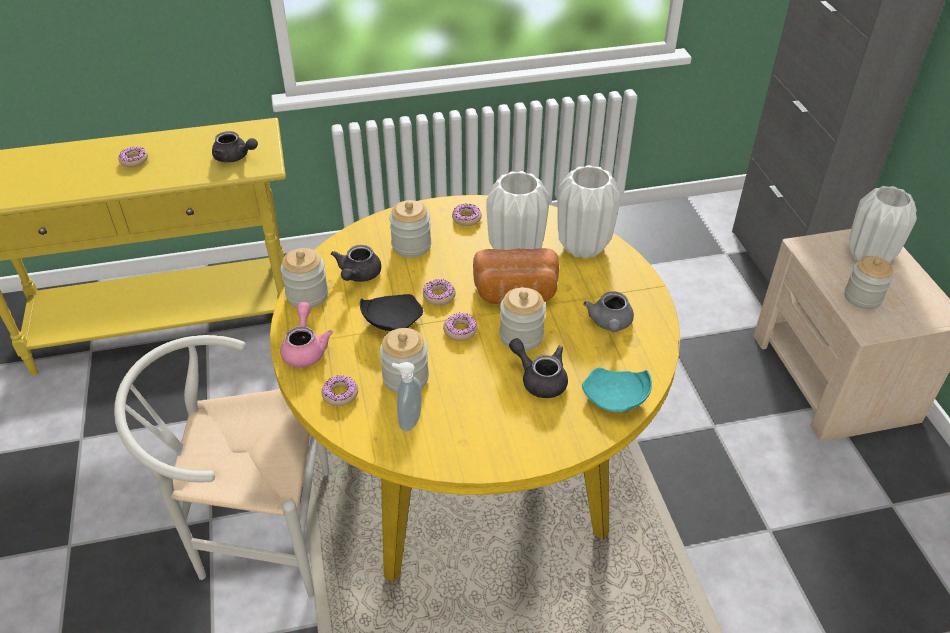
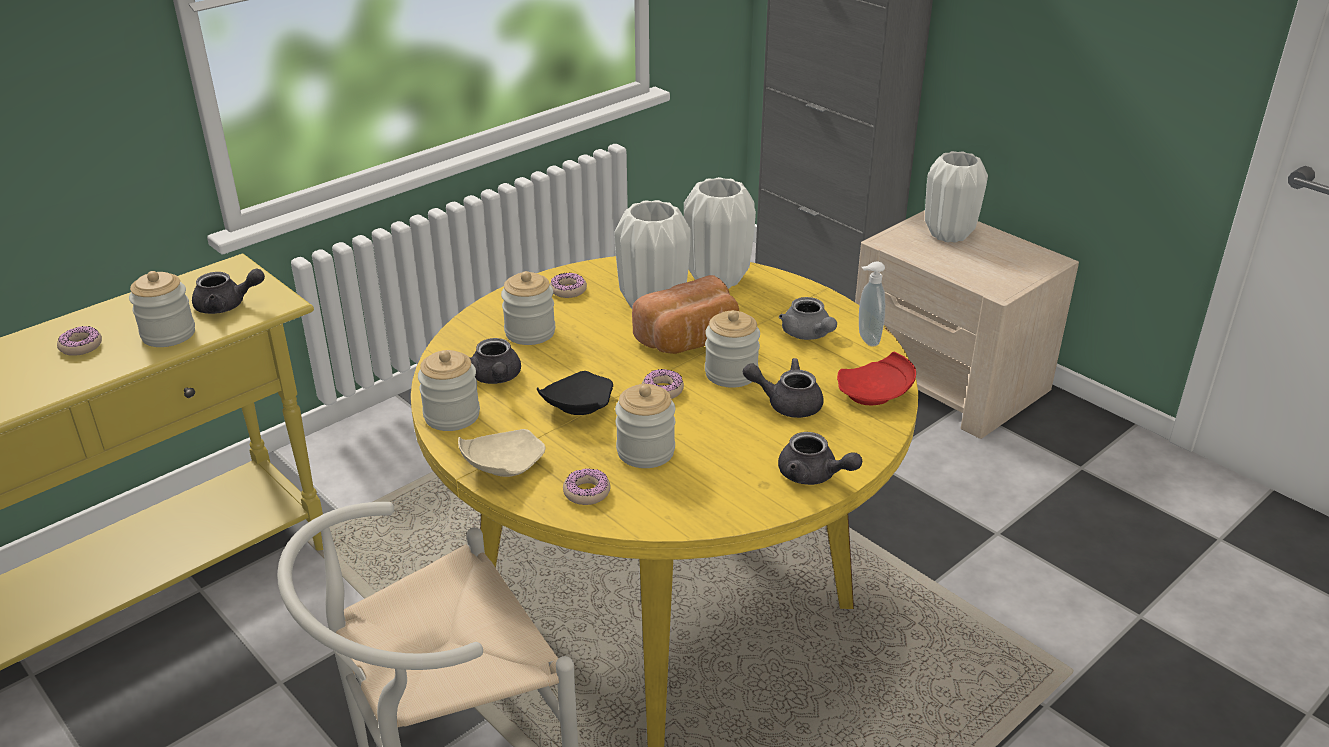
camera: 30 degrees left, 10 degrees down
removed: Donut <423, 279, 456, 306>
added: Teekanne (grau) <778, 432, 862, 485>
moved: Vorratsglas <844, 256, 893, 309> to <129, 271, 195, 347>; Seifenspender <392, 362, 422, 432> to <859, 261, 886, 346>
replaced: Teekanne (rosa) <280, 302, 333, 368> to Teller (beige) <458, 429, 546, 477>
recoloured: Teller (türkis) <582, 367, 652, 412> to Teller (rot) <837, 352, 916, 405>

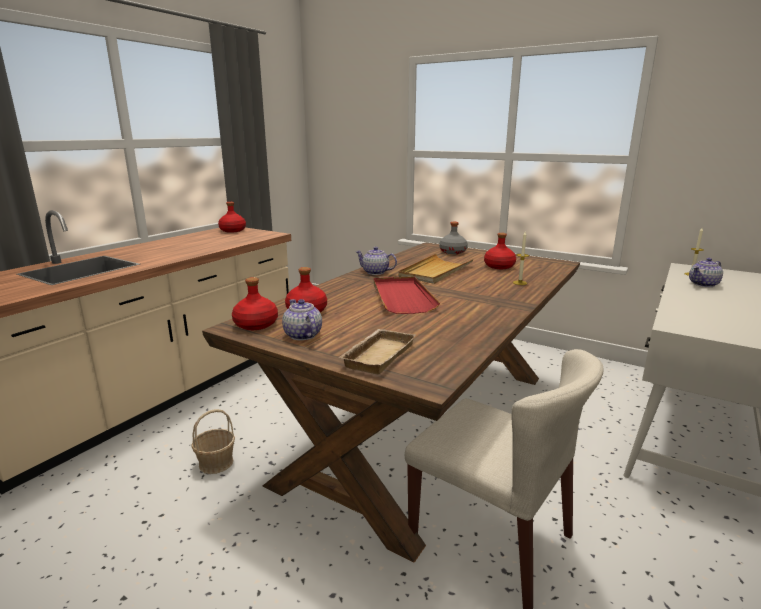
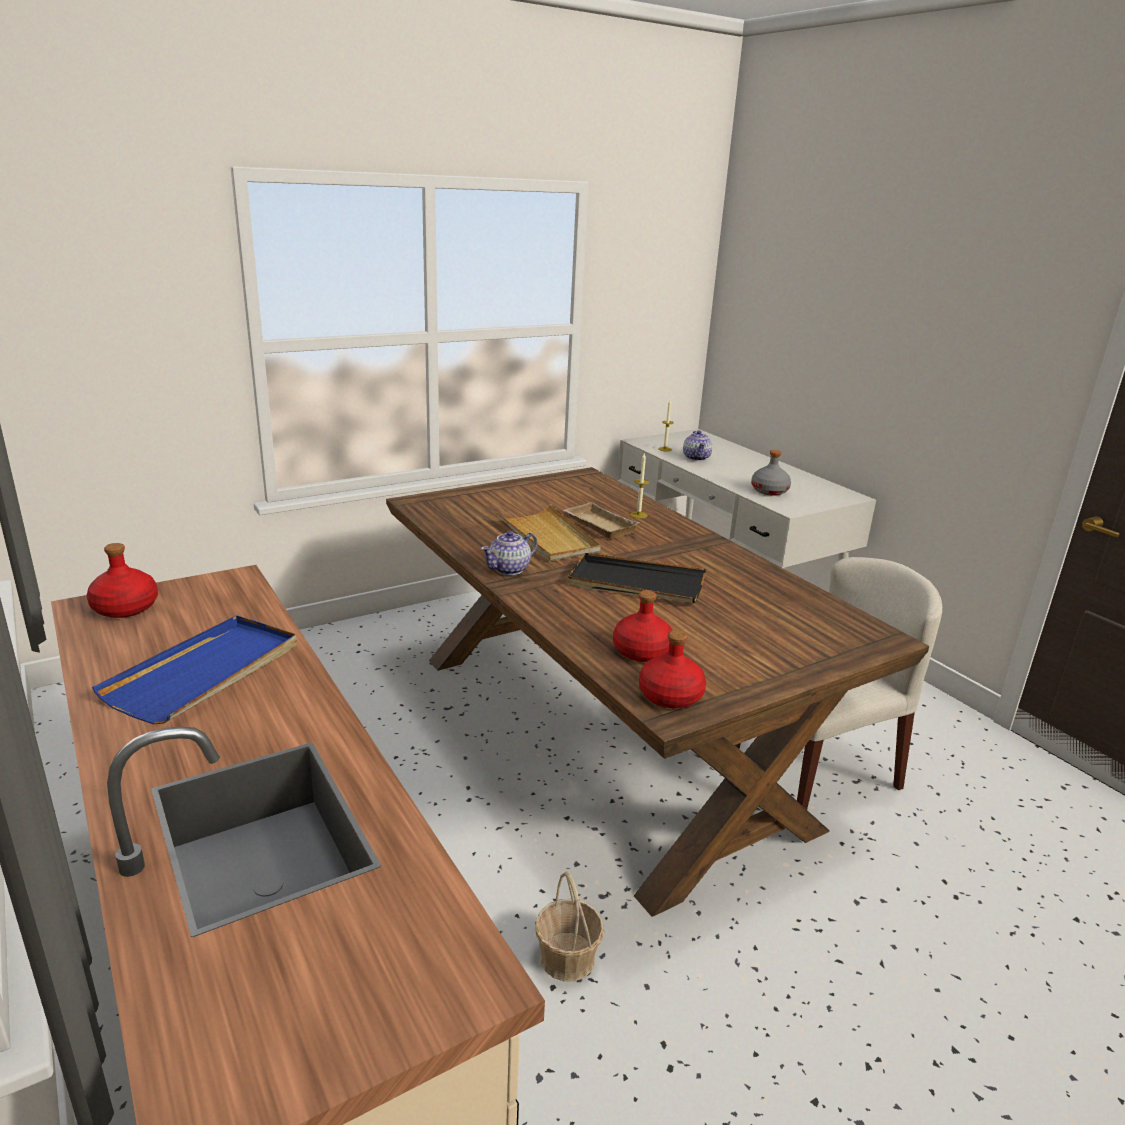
camera: 65 degrees left, 5 degrees up
removed: Teekanne <282, 299, 322, 340>; Flasche (rot) <484, 233, 516, 269>
added: Tablett (blau) <92, 615, 297, 724>
moved: Tablett (beige) <338, 329, 415, 374> to <563, 502, 639, 539>; Flasche (grau) <439, 222, 468, 254> to <751, 450, 791, 496>
recoloured: Tablett (rot) <374, 276, 440, 314> to Tablett (schwarz) <568, 553, 706, 603>

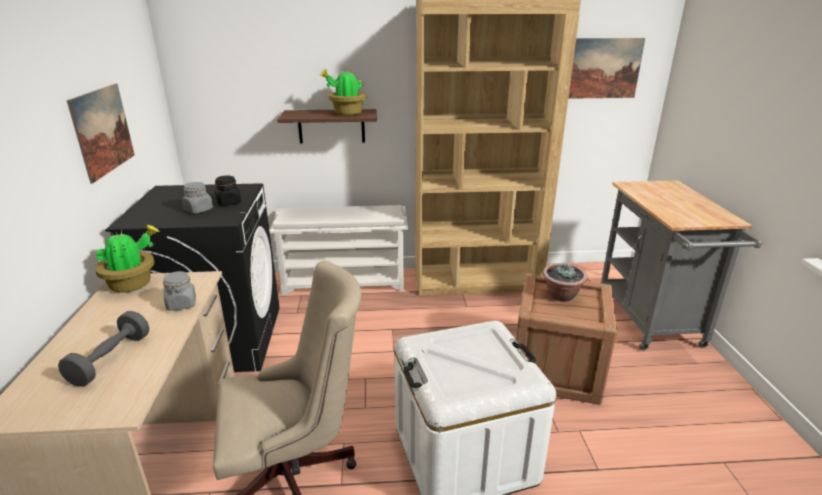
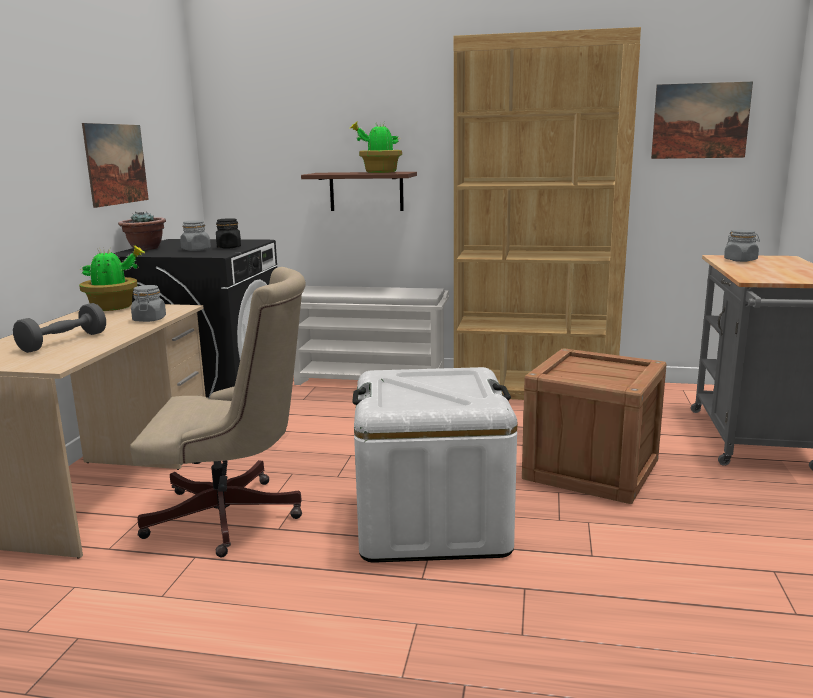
camera: 15 degrees right, 10 degrees down
added: Vorratsglas (grau) <724, 230, 760, 262>
moved: Topfpflanze <543, 263, 587, 302> to <118, 211, 166, 250>

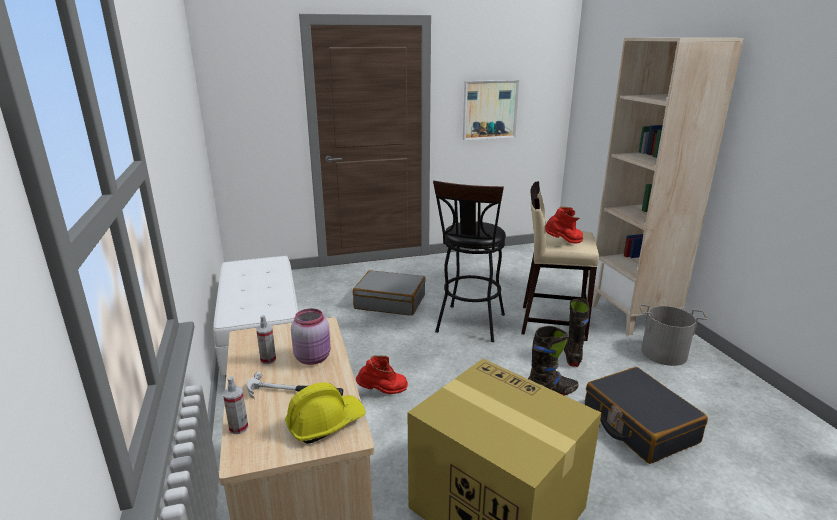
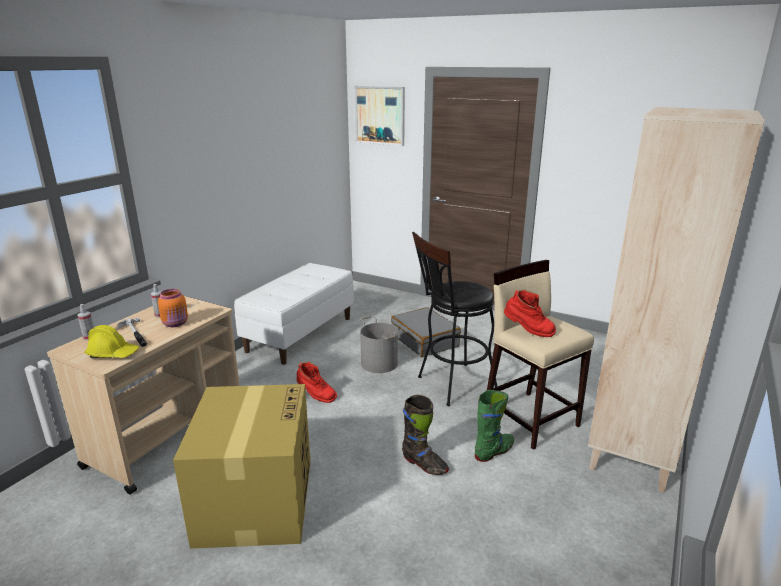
camera: 45 degrees right, 0 degrees up
removed: Koffer (schwarz) <585, 367, 708, 464>
moved: Bild <463, 80, 519, 140> to <354, 86, 405, 146>; Eimer (grau) <639, 304, 708, 366> to <360, 316, 399, 373>
recoloured: Vorratsglas (rosa) <291, 309, 331, 365> to Vorratsglas (orange) <158, 289, 188, 327>; Stiefel (schwarz) <564, 298, 590, 367> to Stiefel (grün) <475, 390, 514, 462>

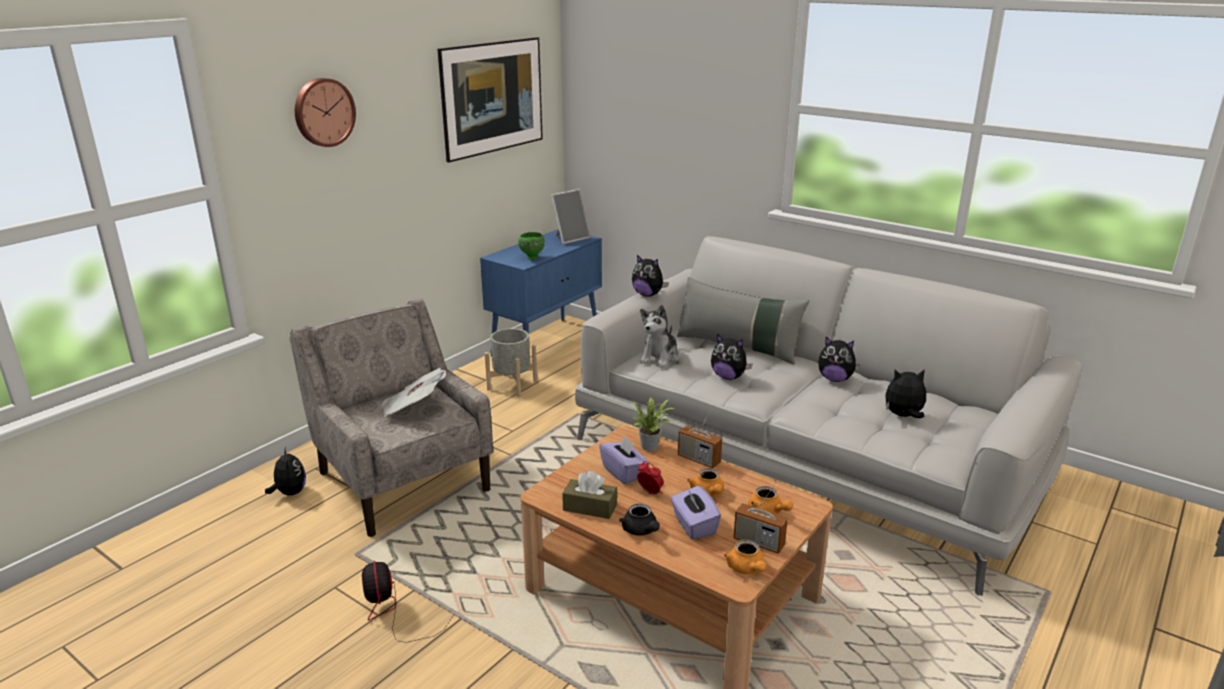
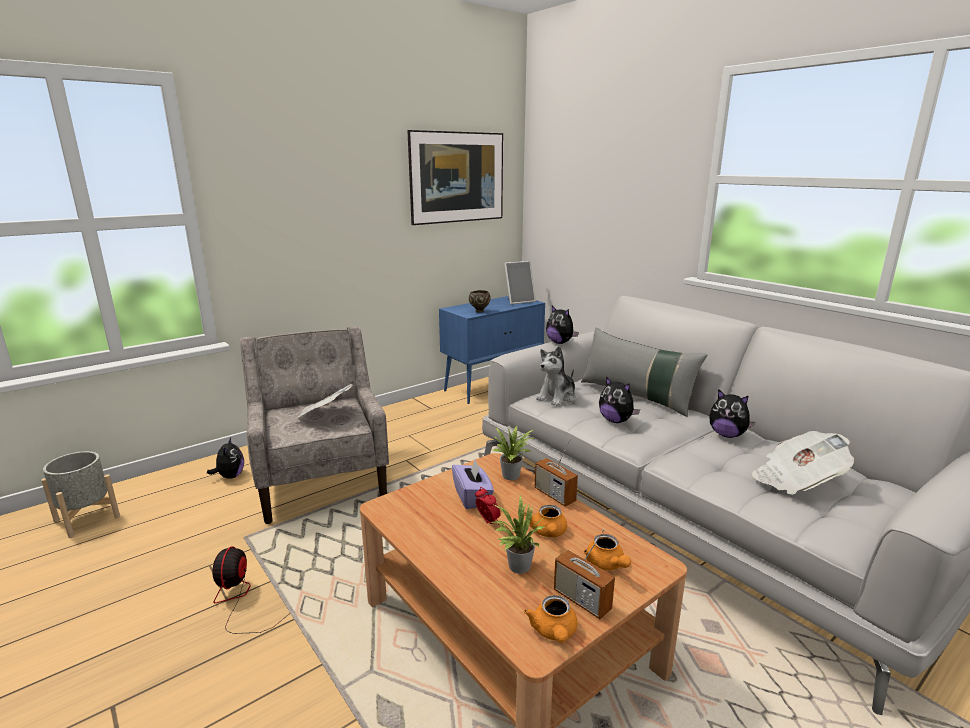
camera: 15 degrees right, 5 degrees down
removed: Wanduhr <295, 78, 356, 147>; Taschentuchbox (braun) <562, 471, 617, 519>; Teekanne (schwarz) <619, 504, 660, 536>
moved: Pflanzkübel (grau) <485, 328, 537, 397> to <41, 451, 120, 538>
replaced: Taschentuchbox (lila) <671, 486, 721, 539> to Topfpflanze <491, 495, 545, 574>; Plüschtier <885, 369, 926, 418> to Zeitung <752, 431, 854, 495>
recoloured: Schüssel (grün) <518, 232, 545, 260> to Schüssel (braun) <469, 290, 491, 313>

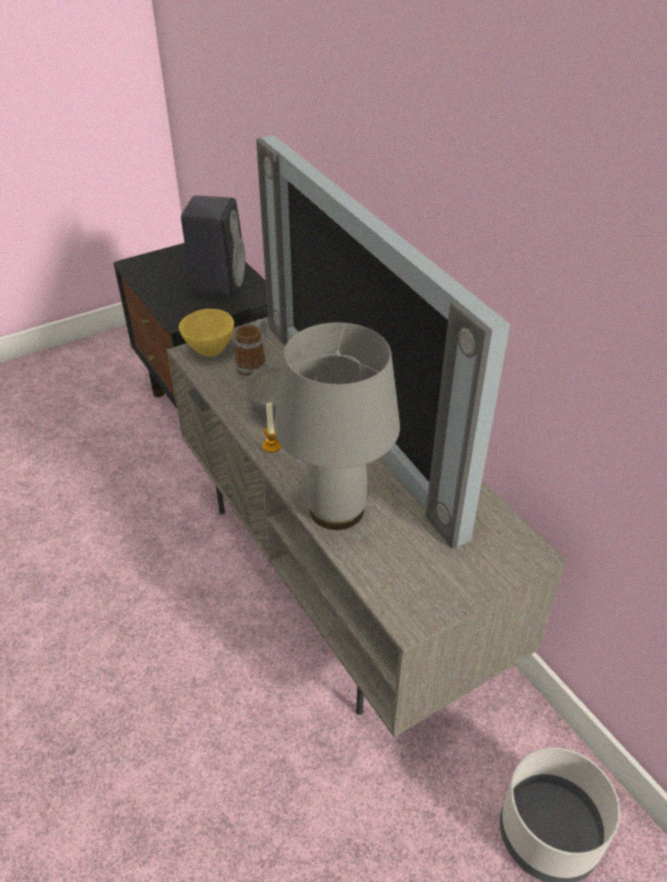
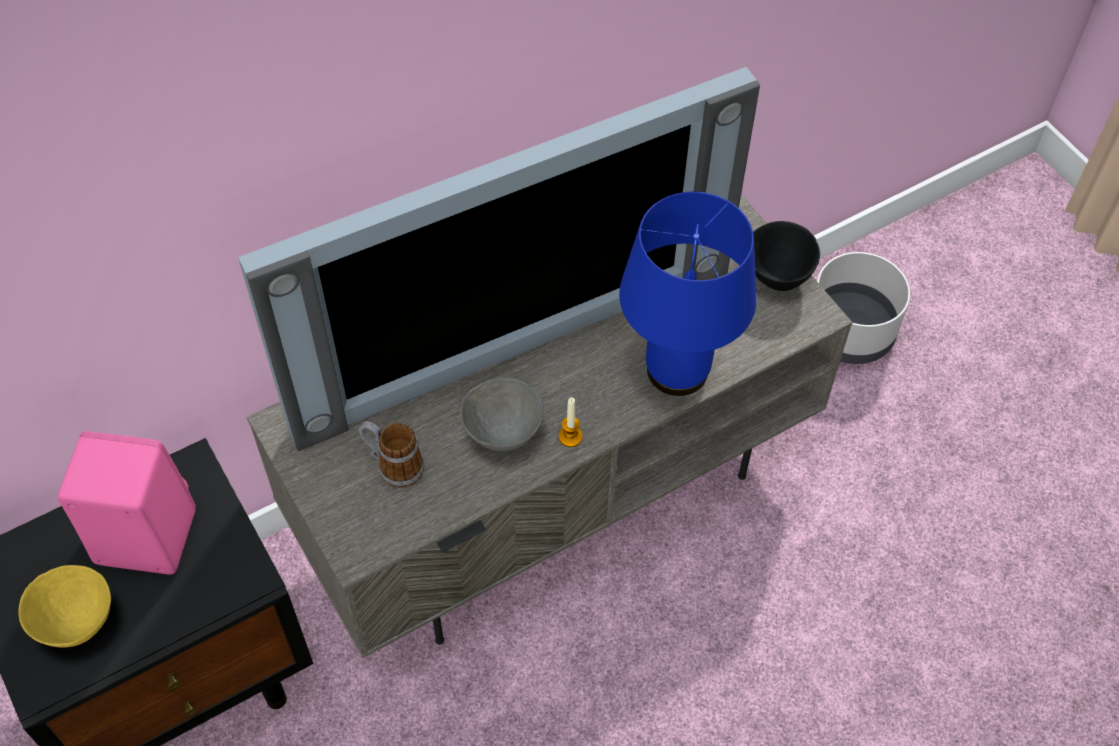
camera: 90 degrees left, 15 degrees up
added: Schüssel (schwarz) <753, 221, 820, 291>
moved: Schüssel (gelb) <179, 309, 234, 356> to <19, 565, 111, 648>
recoloured: Lautsprecher (schwarz) <181, 196, 245, 297> to Lautsprecher (rosa) <57, 431, 196, 574>; Tischlampe (grau) <274, 322, 400, 530> to Tischlampe (blau) <619, 191, 757, 396>

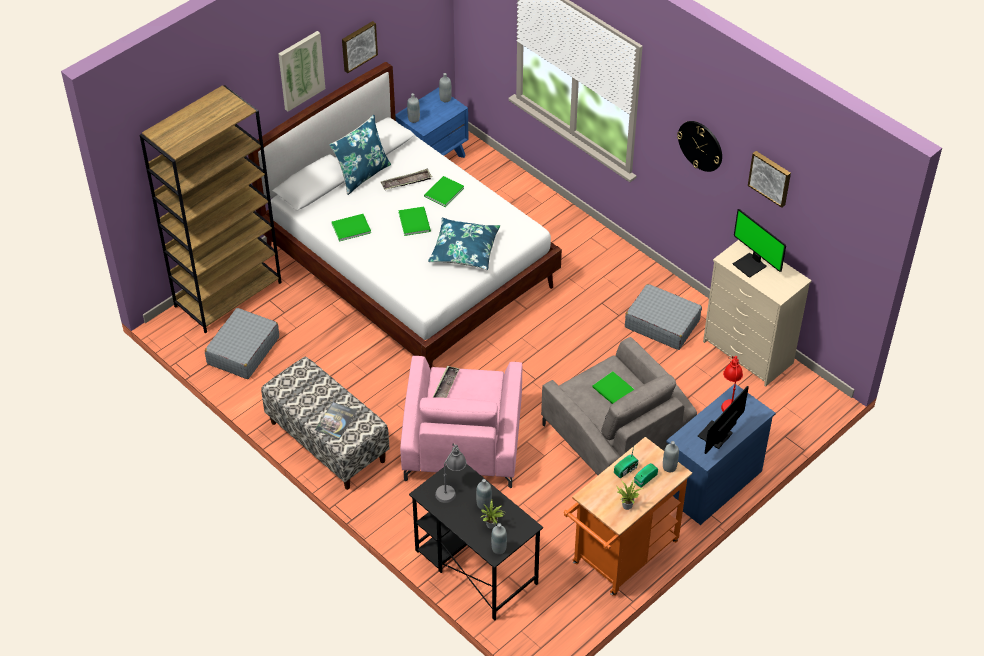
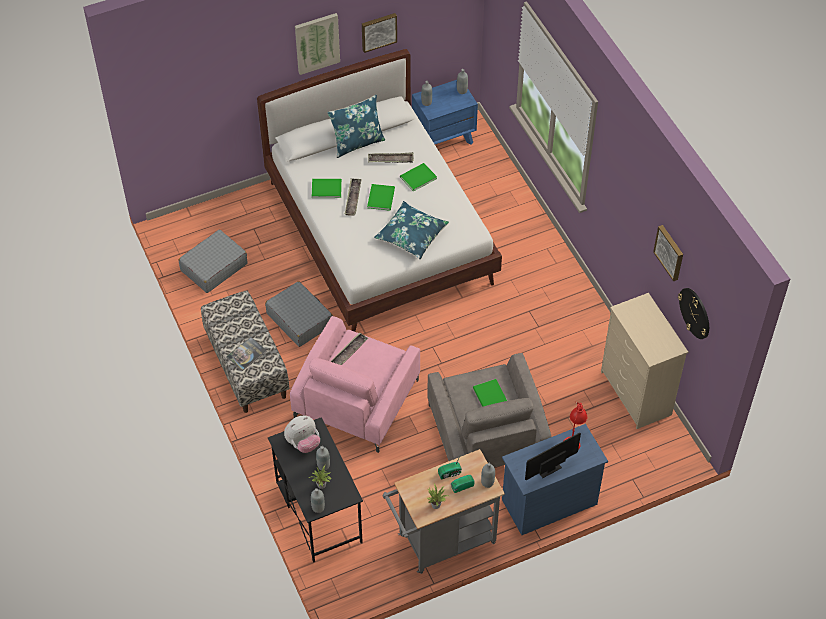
camera: 20 degrees right, 5 degrees up
removed: Bücherregal (braun) <140, 85, 282, 333>; Monitor <733, 209, 786, 278>
added: Tablett <345, 179, 362, 216>
moved: Koffer (grau) <625, 284, 702, 350> to <265, 281, 333, 347>; Wanduhr <677, 121, 722, 172> to <678, 288, 709, 339>
replaced: Tischlampe (grau) <435, 443, 467, 503> to Plüschtier <284, 416, 320, 453>
recoloured: Rollwagen (orange) <564, 437, 692, 596> to Rollwagen (grau) <383, 449, 505, 574>

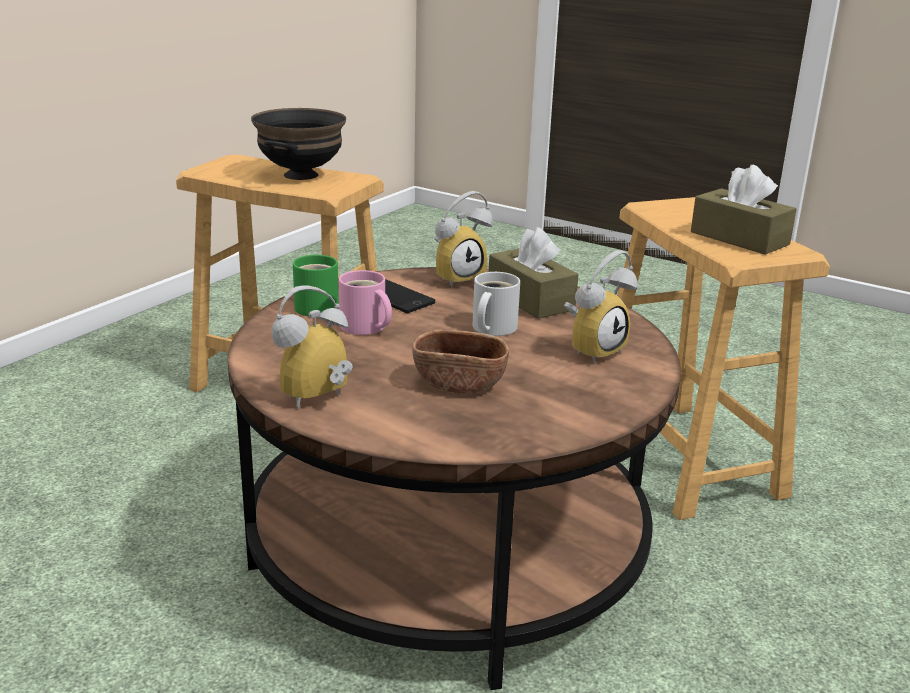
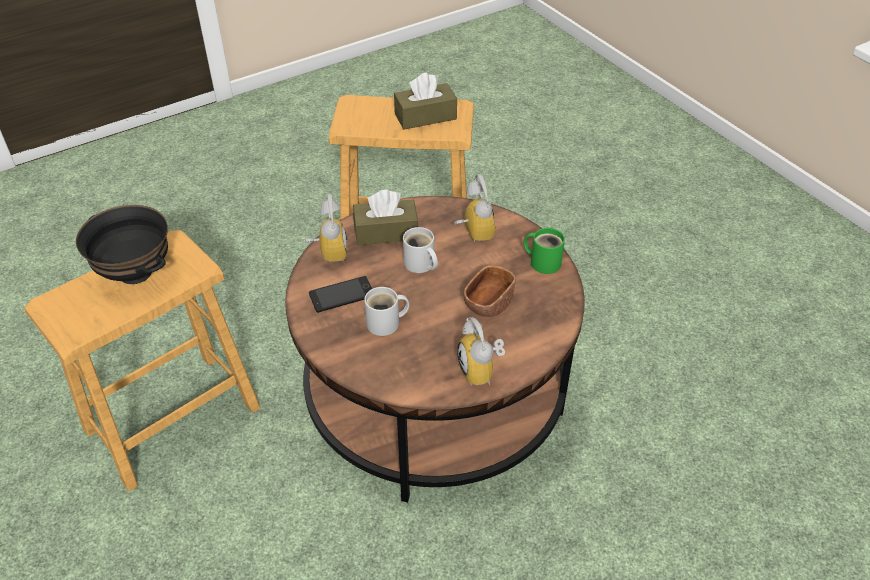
camera: 65 degrees left, 20 degrees up
moved: Henkelbecher (grün) <293, 255, 339, 316> to <524, 228, 565, 274>
recoloured: Henkelbecher (rosa) <339, 270, 392, 335> to Henkelbecher (weiß) <364, 287, 409, 336>

